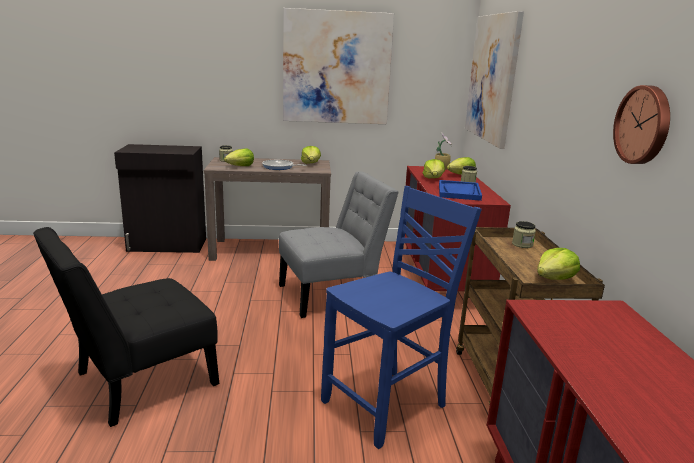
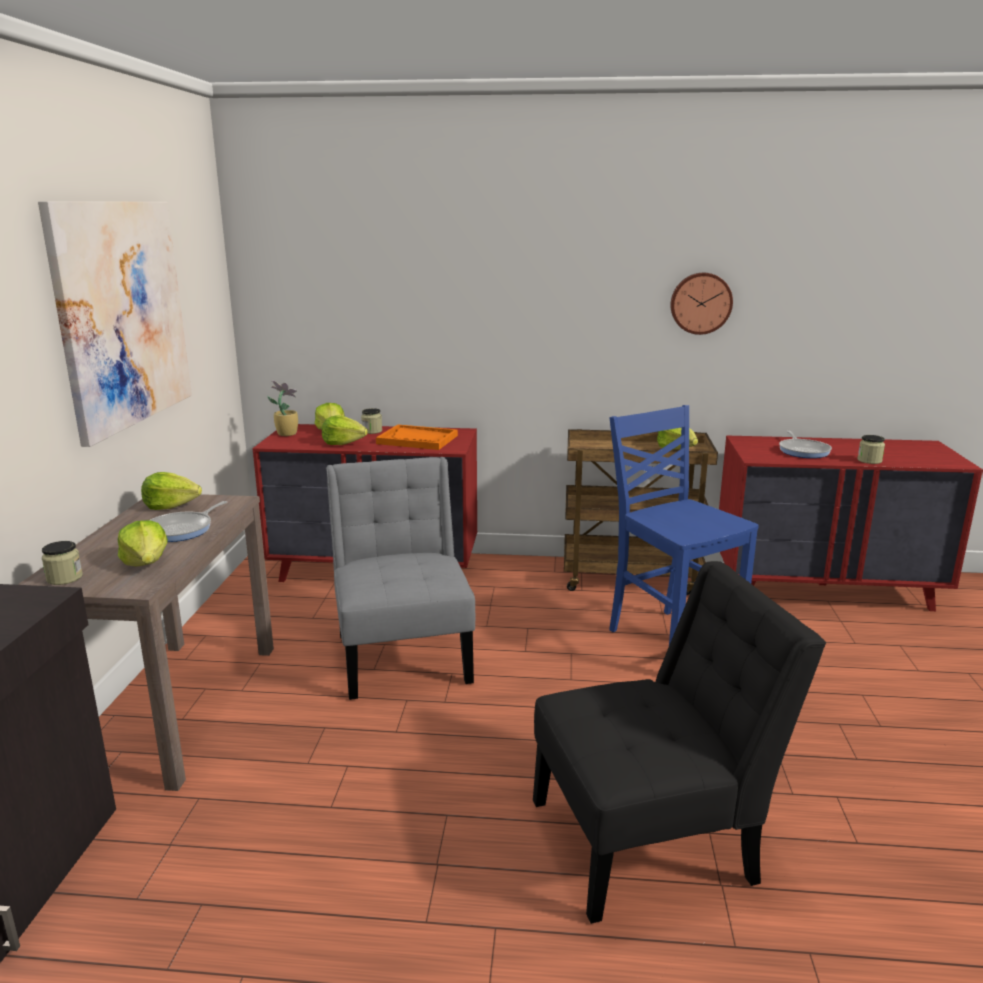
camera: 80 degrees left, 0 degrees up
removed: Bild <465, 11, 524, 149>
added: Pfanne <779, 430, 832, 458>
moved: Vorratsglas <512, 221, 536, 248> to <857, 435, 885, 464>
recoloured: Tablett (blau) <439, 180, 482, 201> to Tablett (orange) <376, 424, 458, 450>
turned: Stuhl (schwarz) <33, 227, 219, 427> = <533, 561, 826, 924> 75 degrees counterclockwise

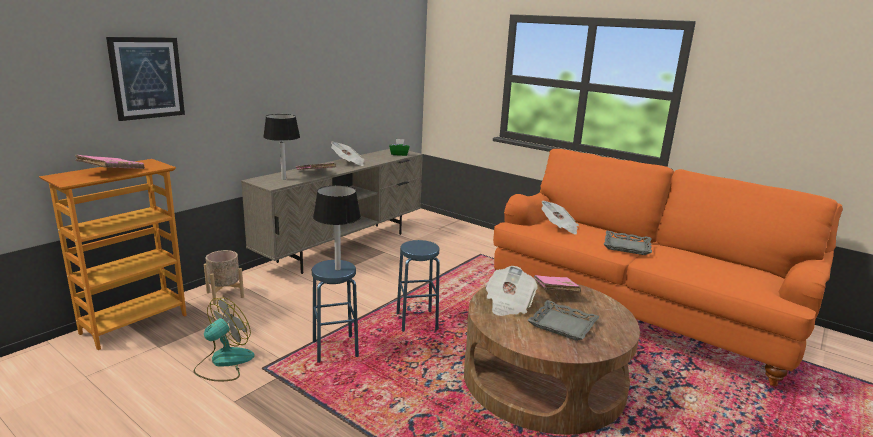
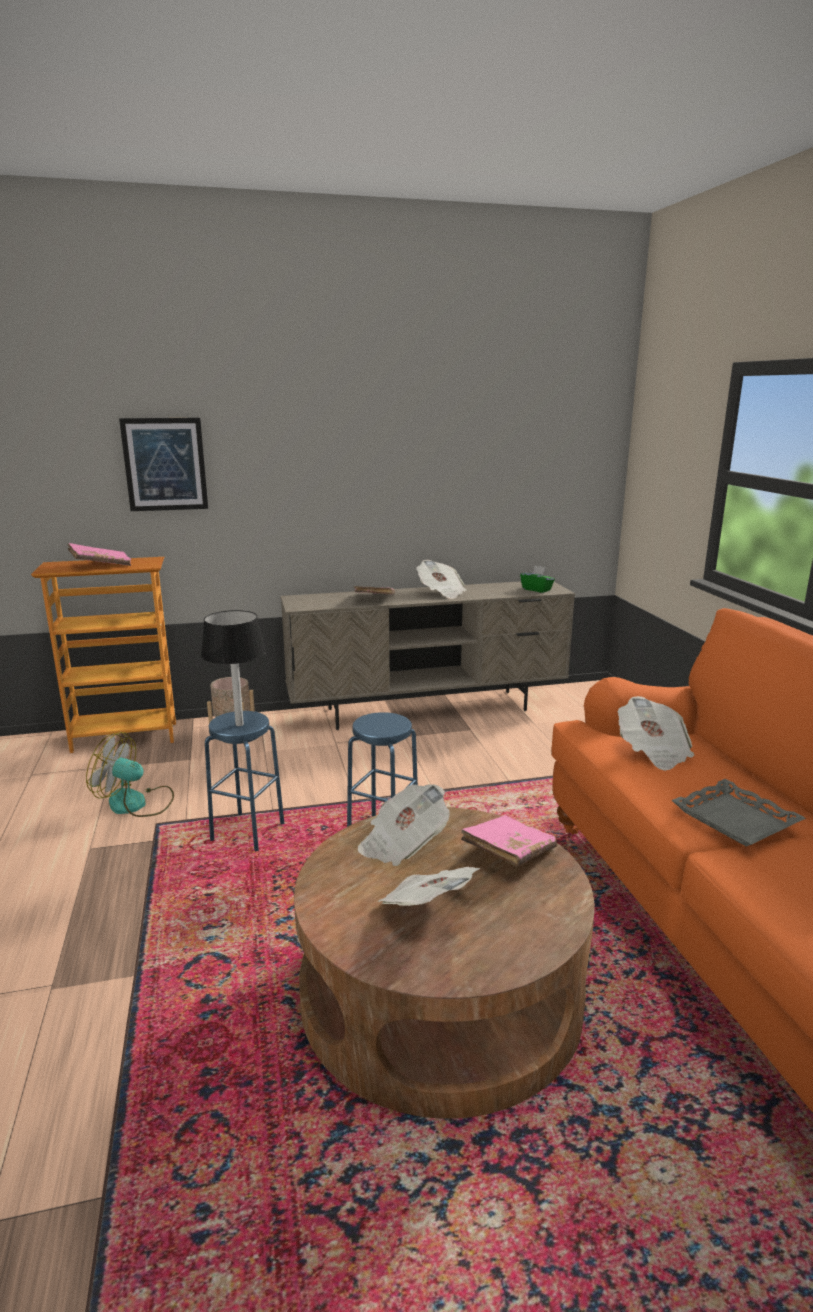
camera: 40 degrees right, 0 degrees up
removed: Tischlampe (schwarz) <263, 114, 300, 180>
replaced: Tablett (grau) <527, 300, 600, 341> to Zeitung <377, 867, 480, 906>
turned: Ventilator <194, 297, 255, 381> = <86, 732, 174, 817> 150 degrees counterclockwise

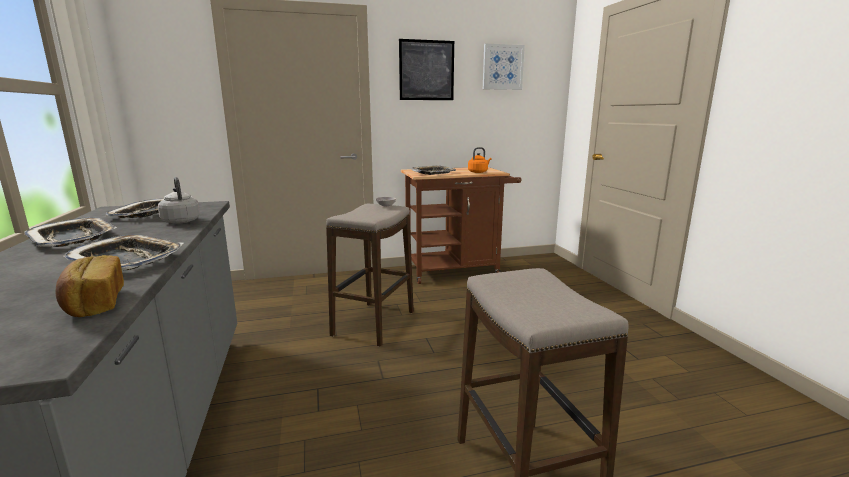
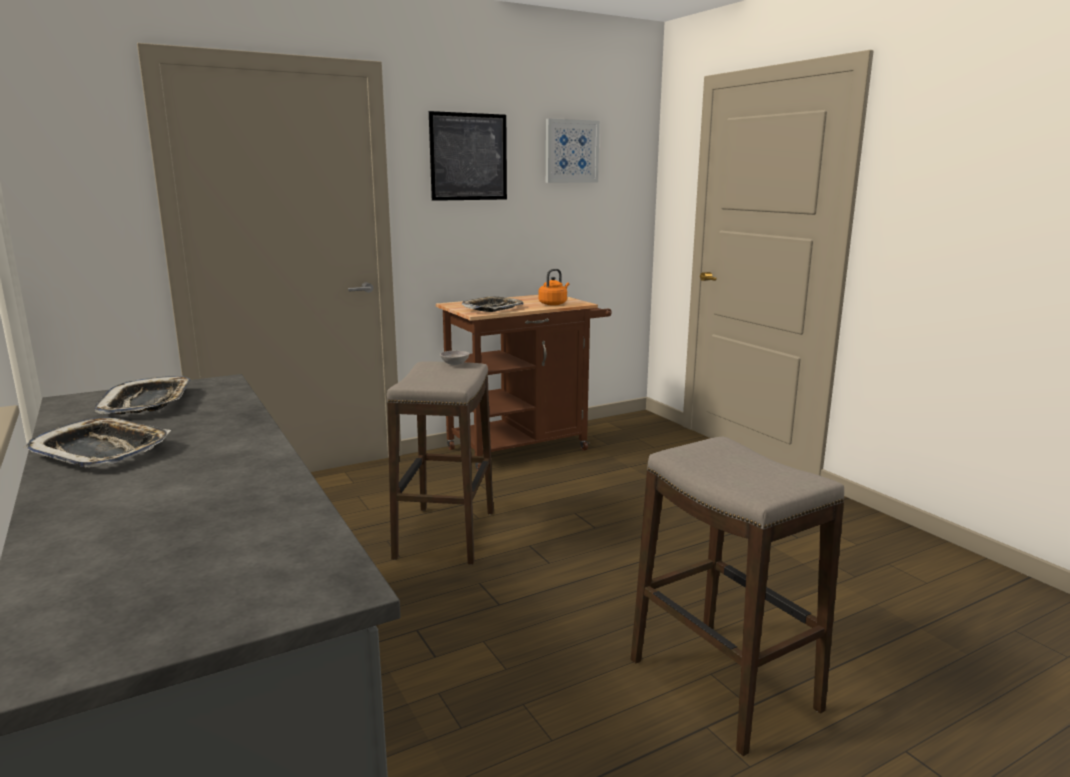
camera: 15 degrees left, 0 degrees up
removed: Brot <55, 255, 124, 317>; Tablett <62, 235, 184, 270>; Wasserkessel (grau) <158, 177, 200, 224>

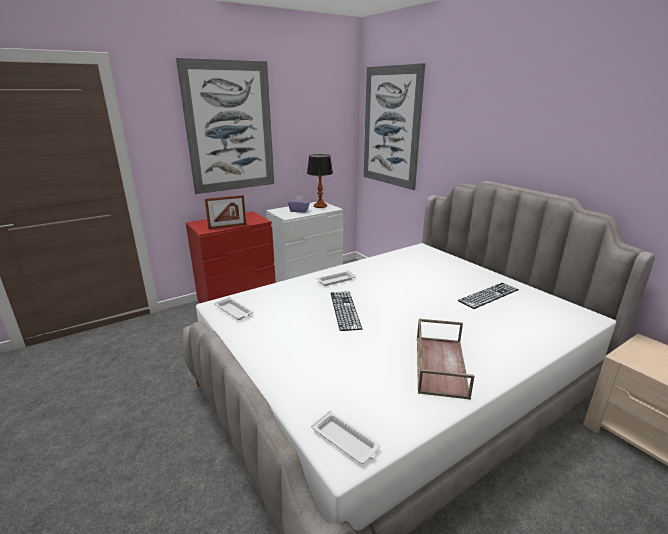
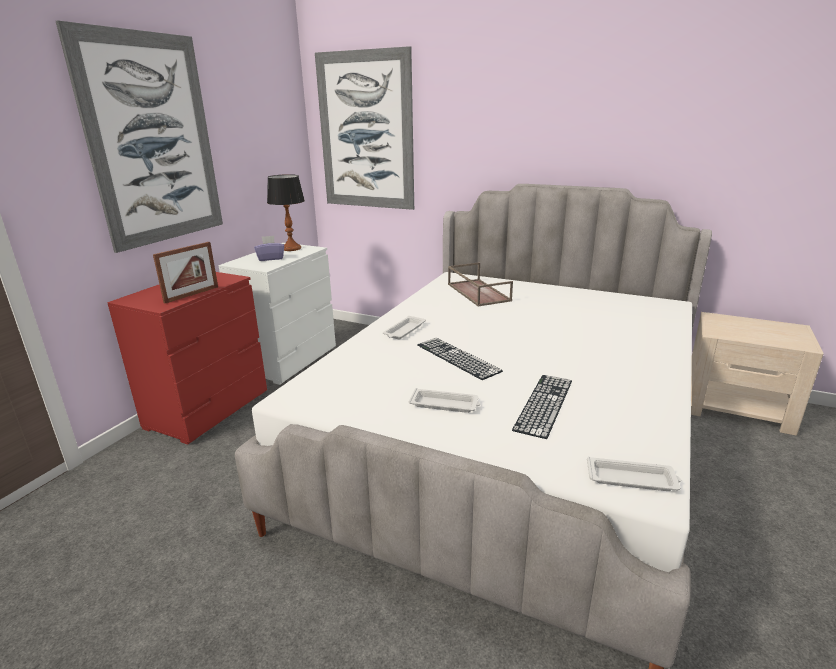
camera: 30 degrees left, 0 degrees up
moved: Tablett (weiß) <214, 297, 253, 320> to <409, 388, 480, 413>; Tablett (braun) <417, 318, 474, 400> to <448, 262, 513, 307>; Tastatur <458, 283, 519, 309> to <512, 375, 572, 439>

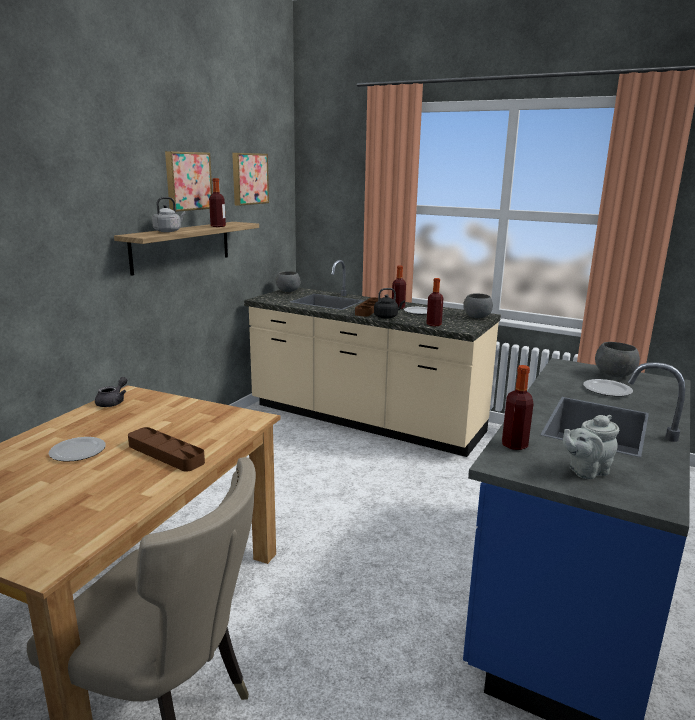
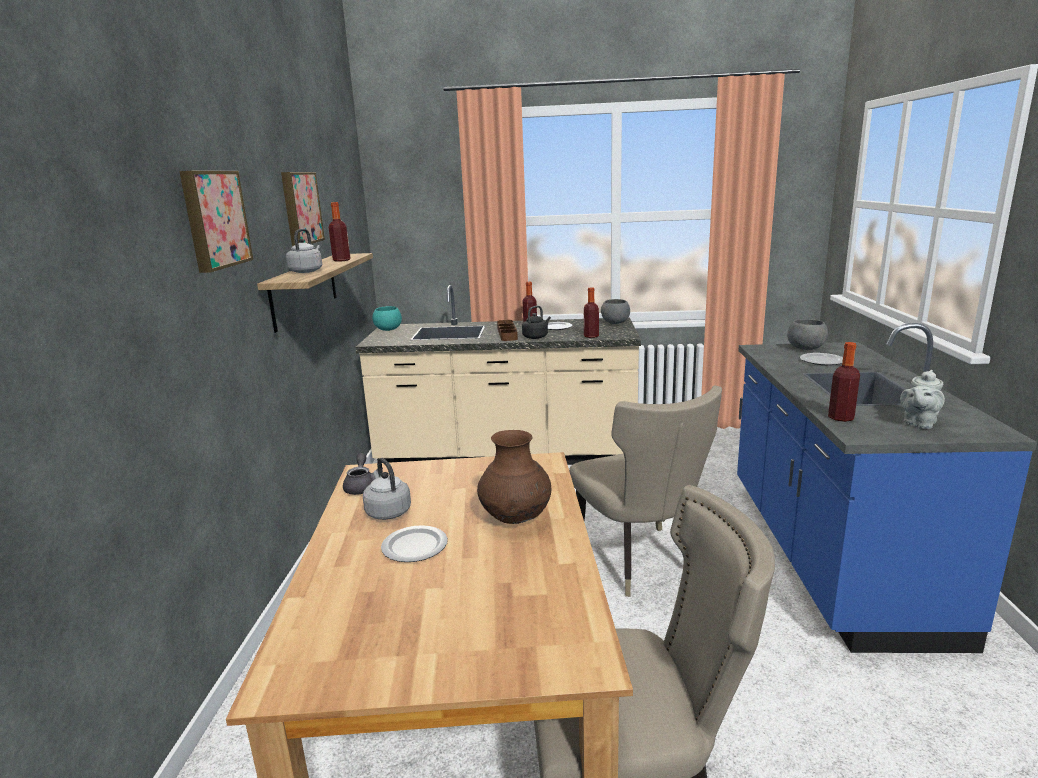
camera: 25 degrees left, 0 degrees up
added: Wasserkessel (grau) <363, 458, 411, 520>; Stuhl (beige) <569, 385, 722, 597>
moved: Bild <232, 153, 269, 206> to <179, 171, 254, 273>
replaced: Tablett (braun) <128, 427, 205, 472> to Vase (braun) <477, 430, 552, 524>
recoloured: Schüssel (grau) <276, 271, 300, 292> to Schüssel (türkis) <372, 306, 402, 331>

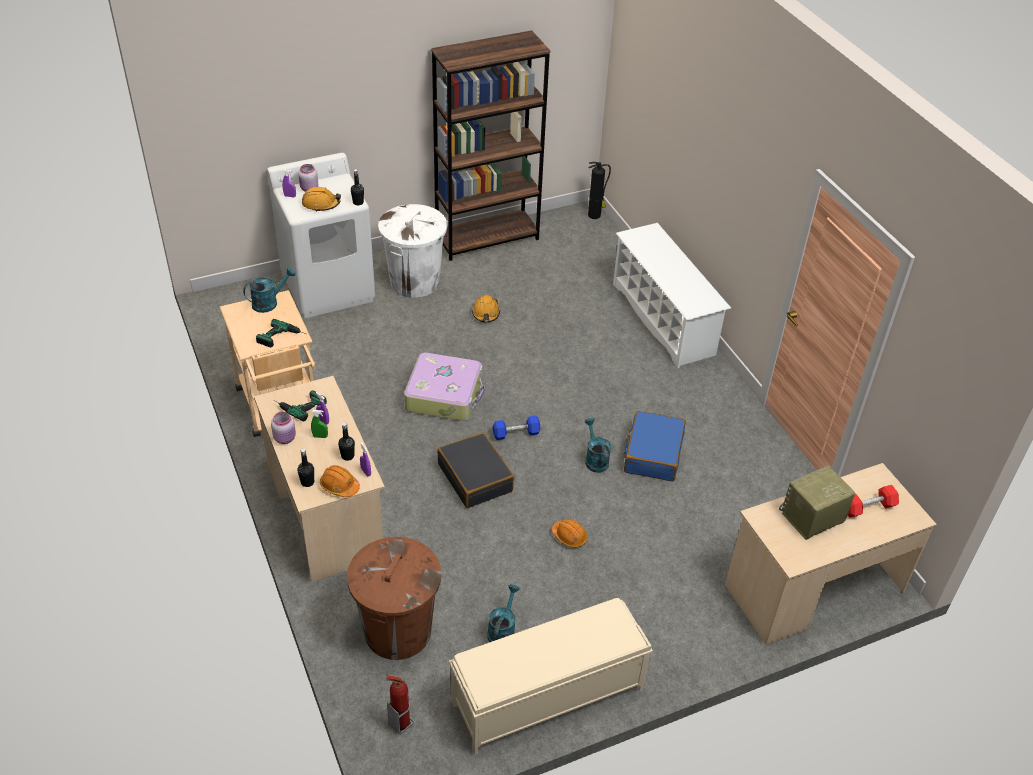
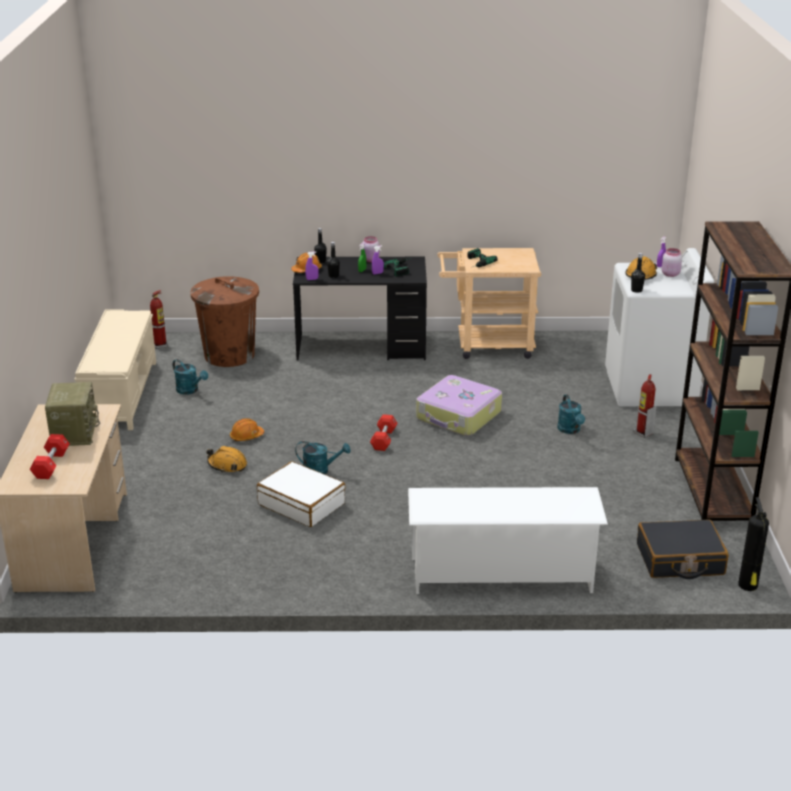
camera: 115 degrees right, 15 degrees down
moved: Schutzhelm (orange) <472, 295, 500, 322> to <207, 446, 247, 473>; Gießkanne (türkis) <243, 267, 296, 313> to <557, 394, 585, 434>; Koffer (schwarz) <437, 432, 514, 508> to <637, 520, 729, 579>
replaced: Mülleimer (weiß) <378, 204, 447, 298> to Feuerlöscher <634, 375, 657, 438>
recoloured: Koffer (blau) <624, 411, 686, 482> to Koffer (weiß) <257, 461, 346, 527>; Schreibtisch (beige) <254, 376, 385, 582> to Schreibtisch (schwarz) <293, 257, 427, 361>; Hantel (blau) <493, 416, 541, 440> to Hantel (rot) <370, 414, 397, 451>

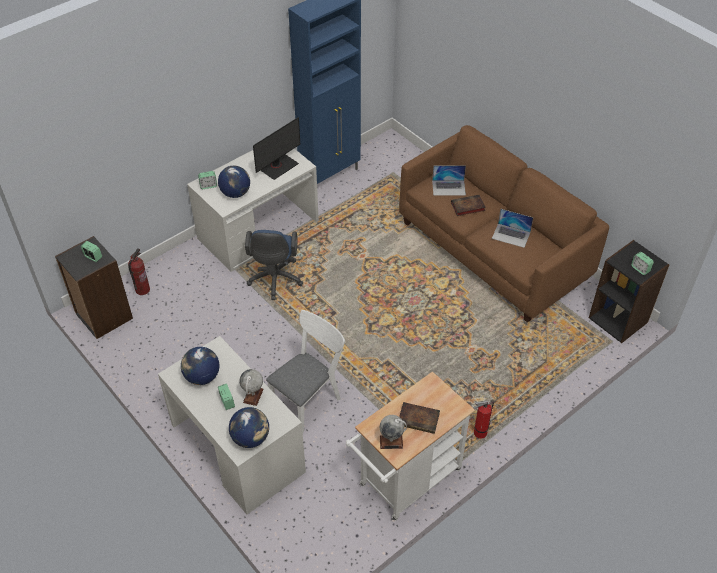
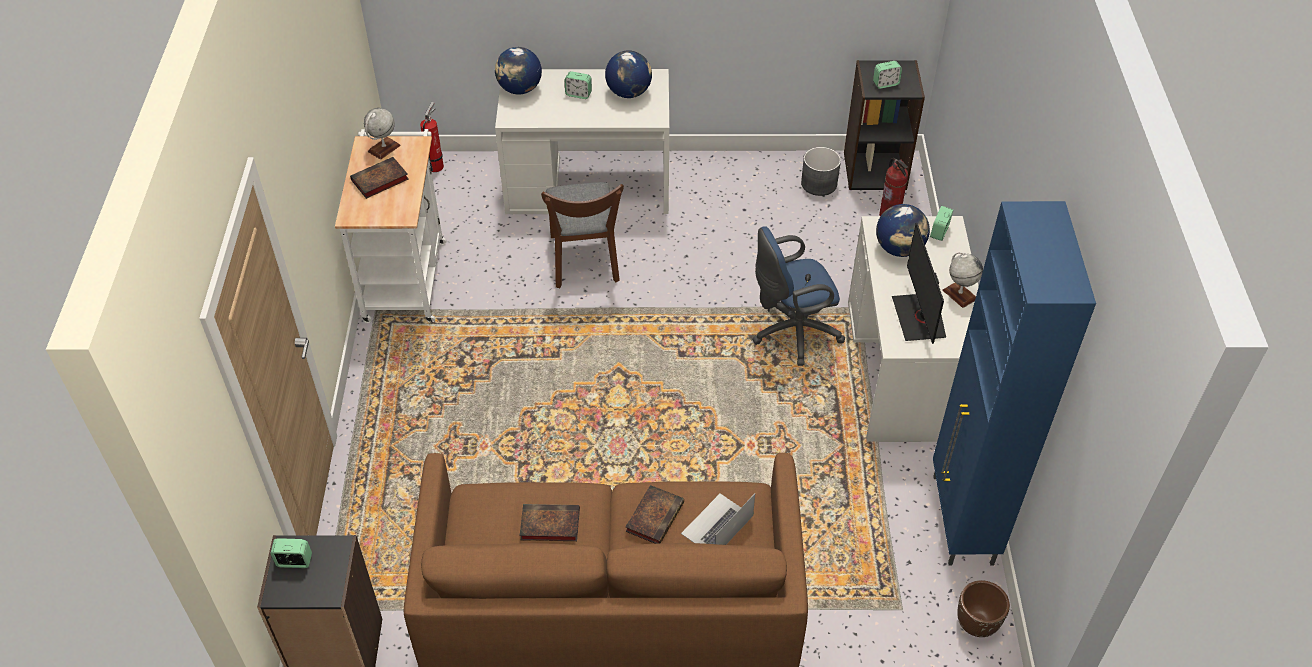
camera: 130 degrees right, 0 degrees up
added: Pflanzkübel (grau) <801, 147, 841, 196>; Pflanzkübel (braun) <957, 580, 1010, 637>
moved: Feuerlöscher <473, 401, 494, 439> to <420, 102, 444, 172>; Globus <239, 369, 263, 406> to <942, 252, 983, 308>
replaced: Laptop <492, 209, 533, 248> to Buch <520, 504, 580, 541>
recoloured: Stuhl (weiß) <266, 310, 345, 432> to Stuhl (braun) <541, 182, 624, 288>
turned: Bürostuhl (blau) <245, 230, 303, 300> = <752, 226, 845, 366> 60 degrees counterclockwise

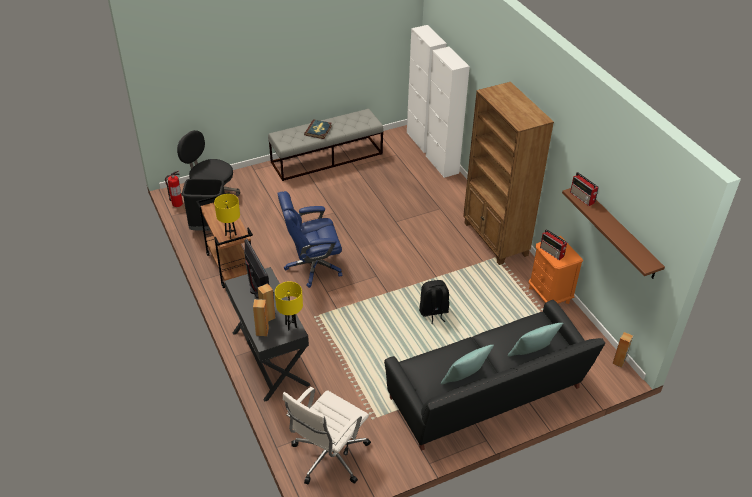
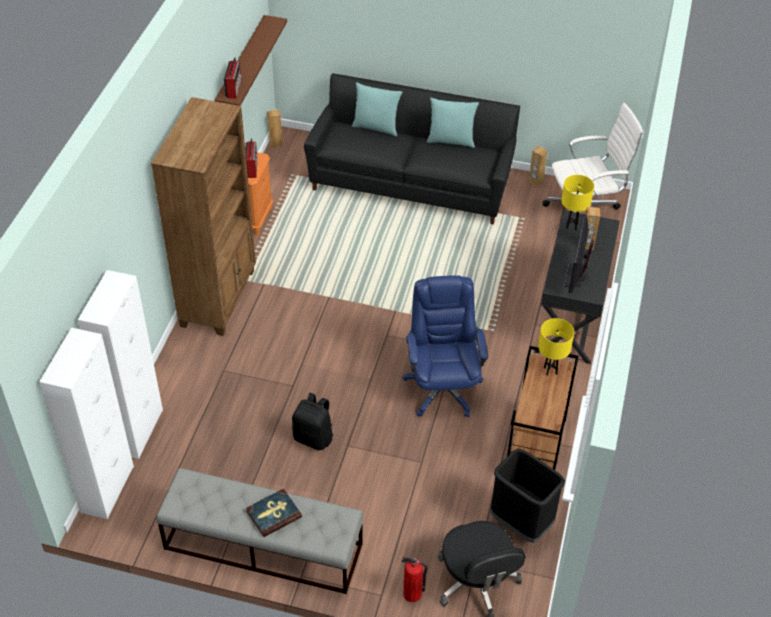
camera: 140 degrees left, 5 degrees up
moved: Rucksack (schwarz) <419, 280, 449, 324> to <292, 393, 333, 450>; Feuerlöscher <165, 171, 183, 207> to <401, 557, 428, 602>; Lautsprecher (braun) <253, 299, 269, 336> to <529, 146, 547, 186>
turned: Bürostuhl (blau) <277, 191, 342, 288> = <403, 275, 488, 417> 120 degrees counterclockwise

